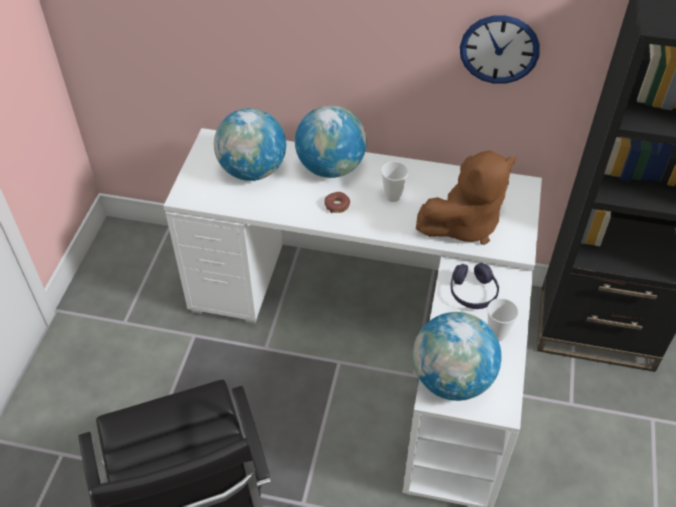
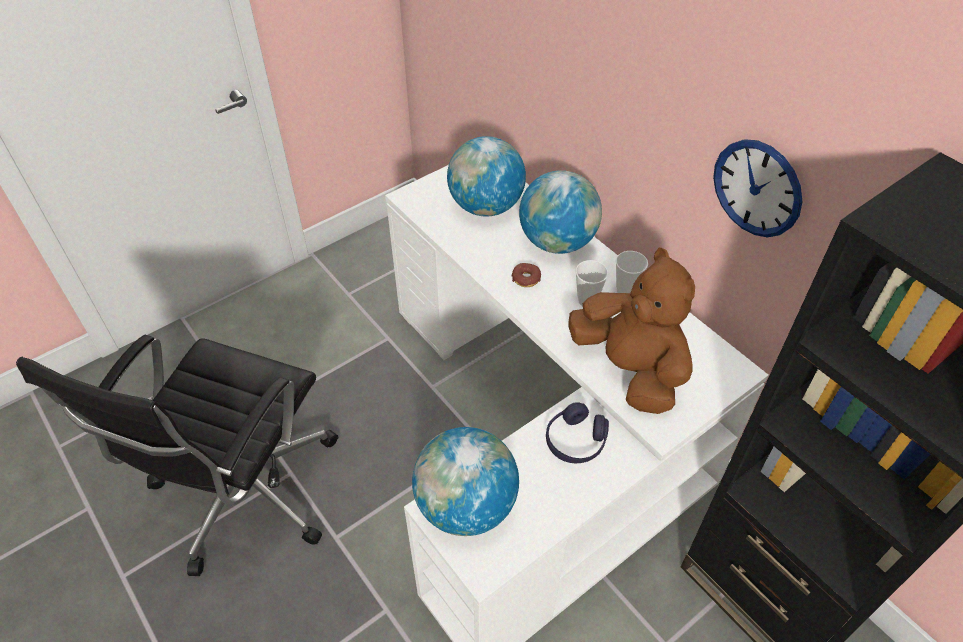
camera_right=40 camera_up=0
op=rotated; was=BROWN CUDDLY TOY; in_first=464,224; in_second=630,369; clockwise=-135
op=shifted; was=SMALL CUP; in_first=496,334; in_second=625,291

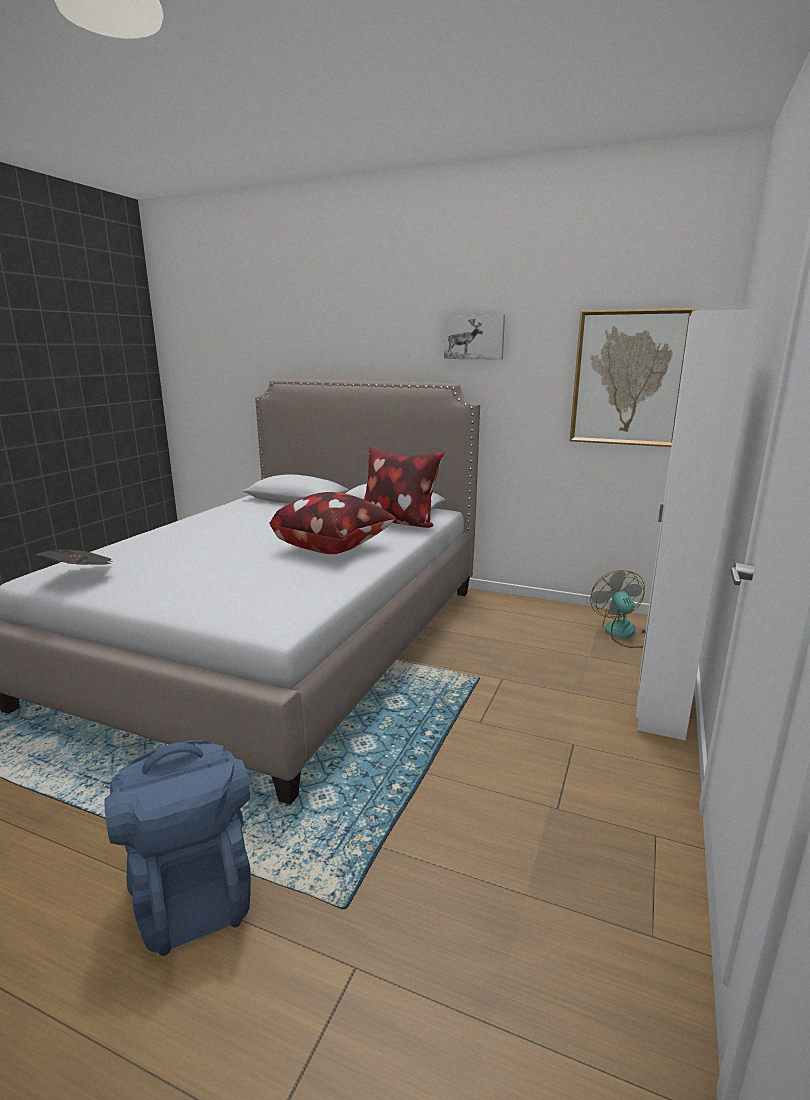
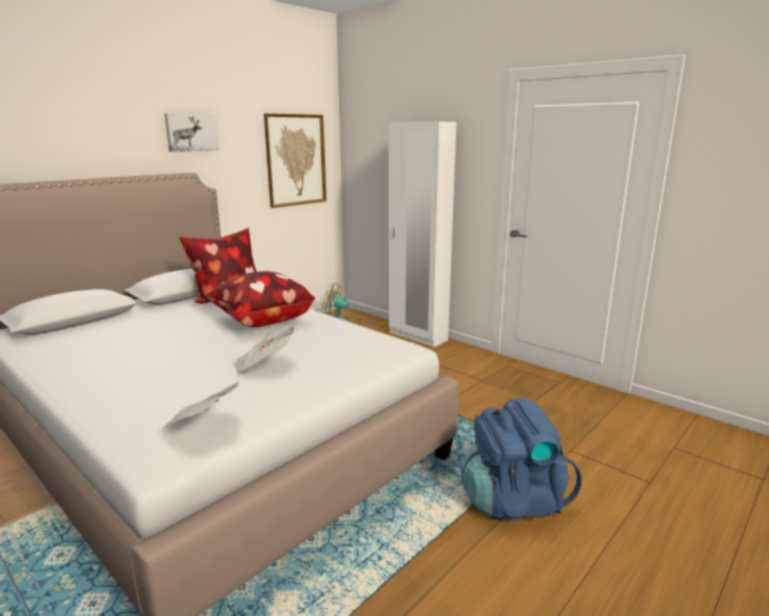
camera_right=-70 camera_up=0
op=new; now=DAILY PAPER; in_second=264,364

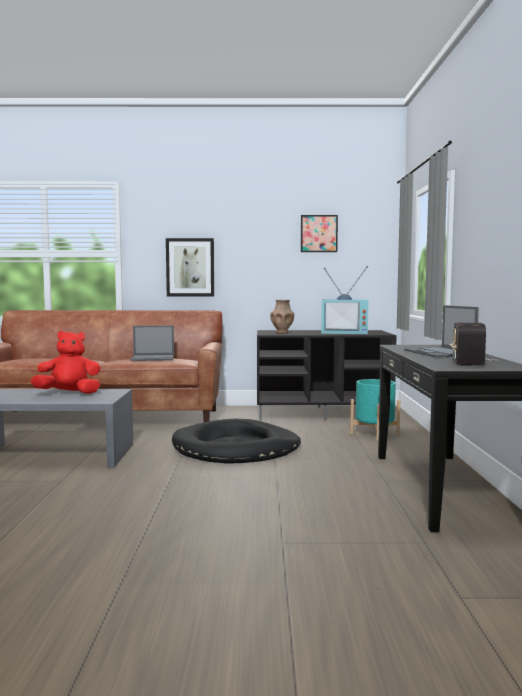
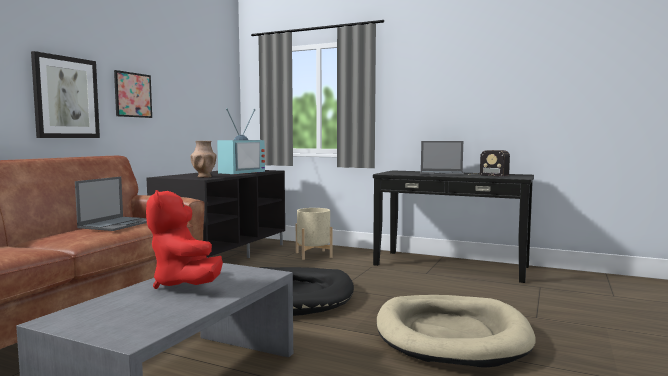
camera_right=-65 camera_up=0
op=rotated; was=REDDISH CUDDLY TOY; in_first=69,393; in_second=185,284; clockwise=-45
op=shifted; was=WALL PICTURE; in_first=319,233; in_second=133,95
op=repainted; was=TURQUOISE FLOWER POT; now=SAND-COLOURED FLOWER POT; in_first=374,434; in_second=313,255
op=new; now=SAND-COLOURED DOG CUSHION; in_second=451,334

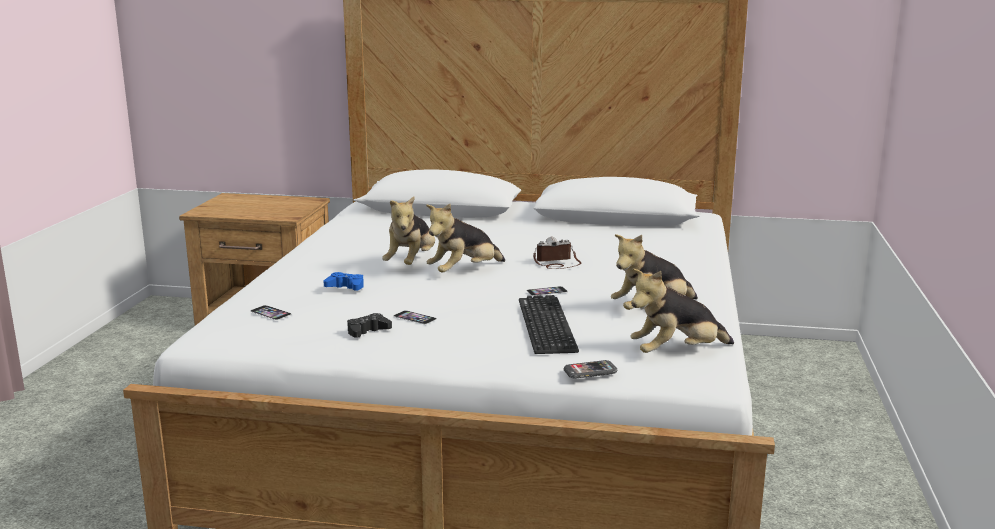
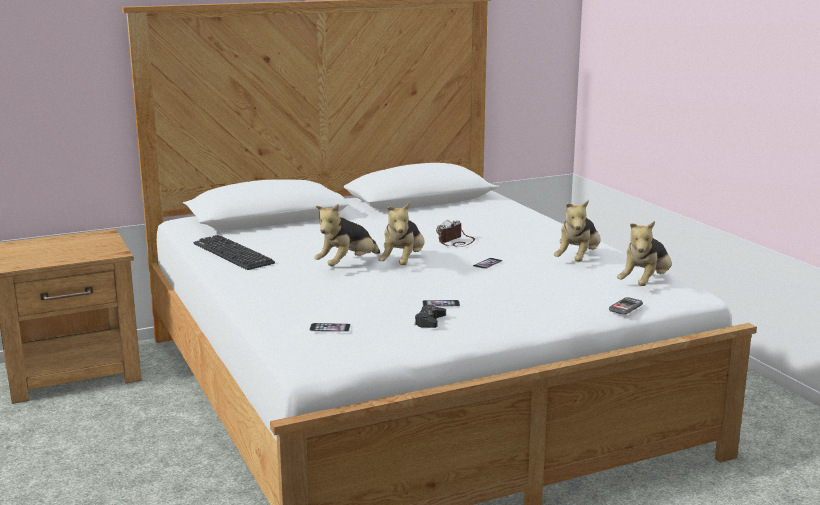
camera_right=-35 camera_up=0
op=gone; was=BLUISH GAMEPAD; in_first=346,287
op=rotated; was=CUDDLY TOY; in_first=411,263; in_second=347,265; clockwise=60
op=shifted; was=PC KEYBOARD; in_first=546,325; in_second=233,254

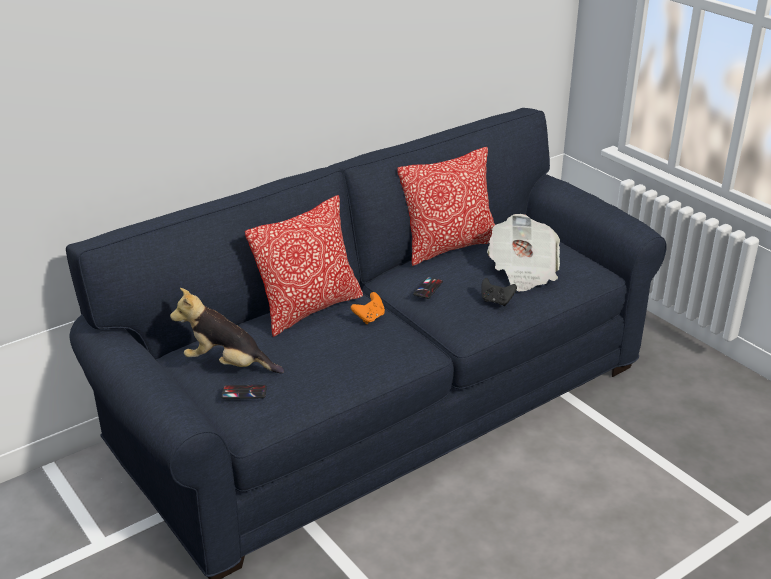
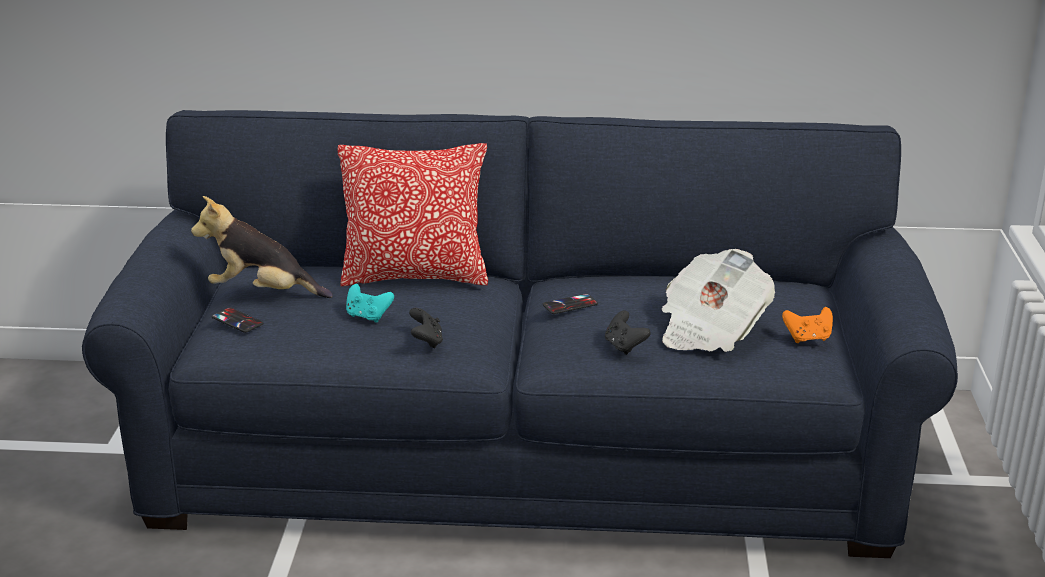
camera_right=40 camera_up=-5
op=rotated; was=CUDDLY TOY; in_first=228,365; in_second=263,293; clockwise=-45
op=shifted; was=ORANGE-COLOURED GAMEPAD; in_first=369,318; in_second=808,338
op=gone; was=PILLOW; in_first=449,247
op=new; now=TURQUOISE GAMEPAD; in_second=368,316
op=new; now=BLACK GAMEPAD; in_second=426,341

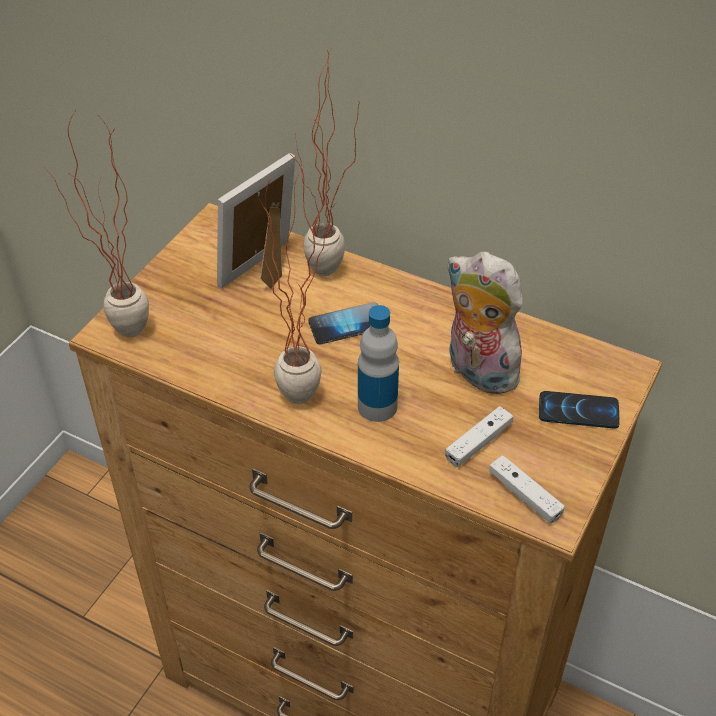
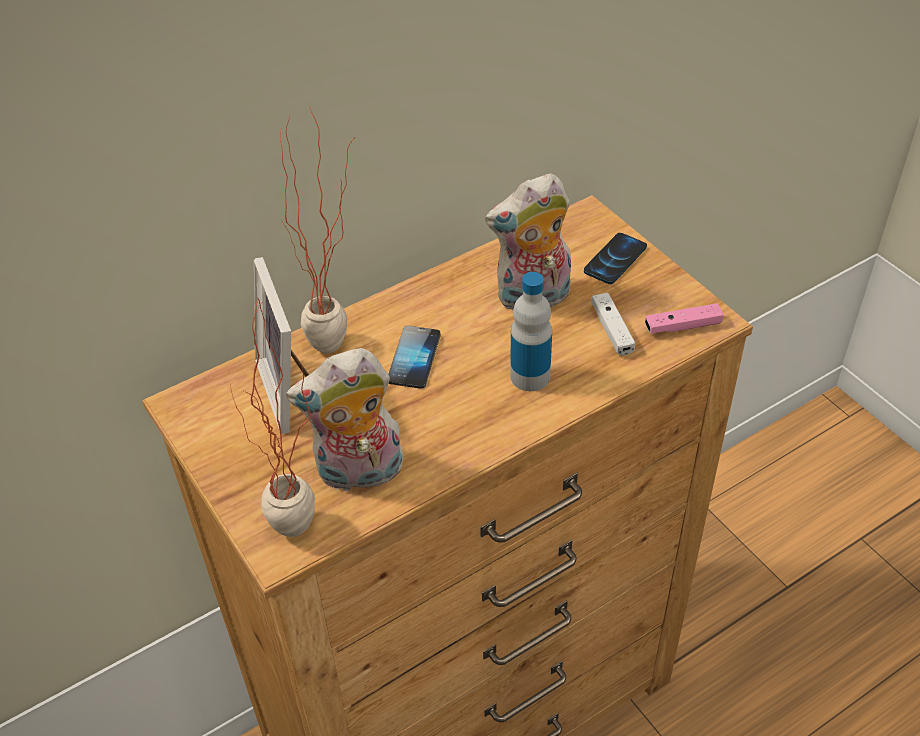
camera_right=-60 camera_up=0
op=gone; was=POTTED PLANT; in_first=308,387
op=repainted; was=WHITE GAMEPAD; now=PINKISH GAMEPAD; in_first=524,495; in_second=682,326
op=new; now=CUDDLY TOY; in_second=359,474

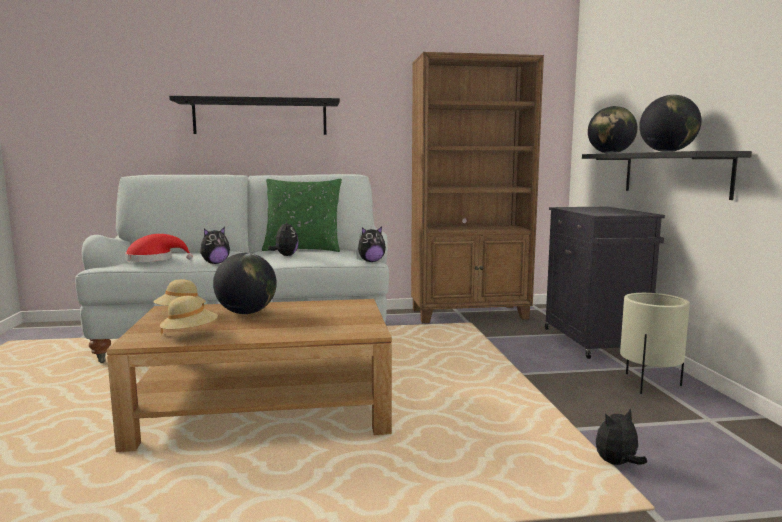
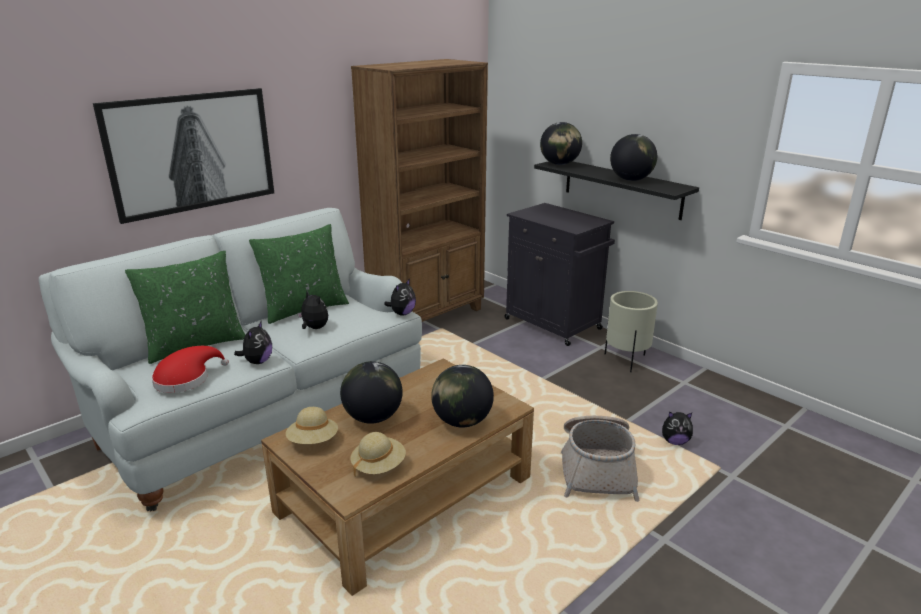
camera_right=-35 camera_up=15
op=swapped; was=BLACK SHELF; now=WALL PICTURE; in_first=260,117; in_second=192,152
op=rotated; was=CUDDLY TOY; in_first=617,464; in_second=675,441; clockwise=-120
op=new; now=GREENISH PILLOW; in_second=195,345
op=new; now=DESK GLOBE; in_second=462,421
op=new; now=HOUSEHOLD BASKET; in_second=597,468

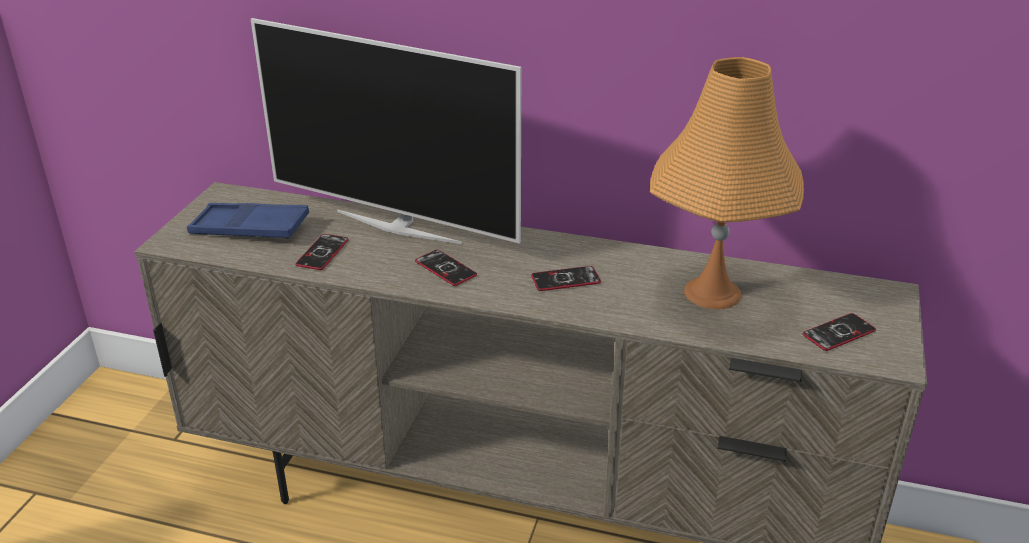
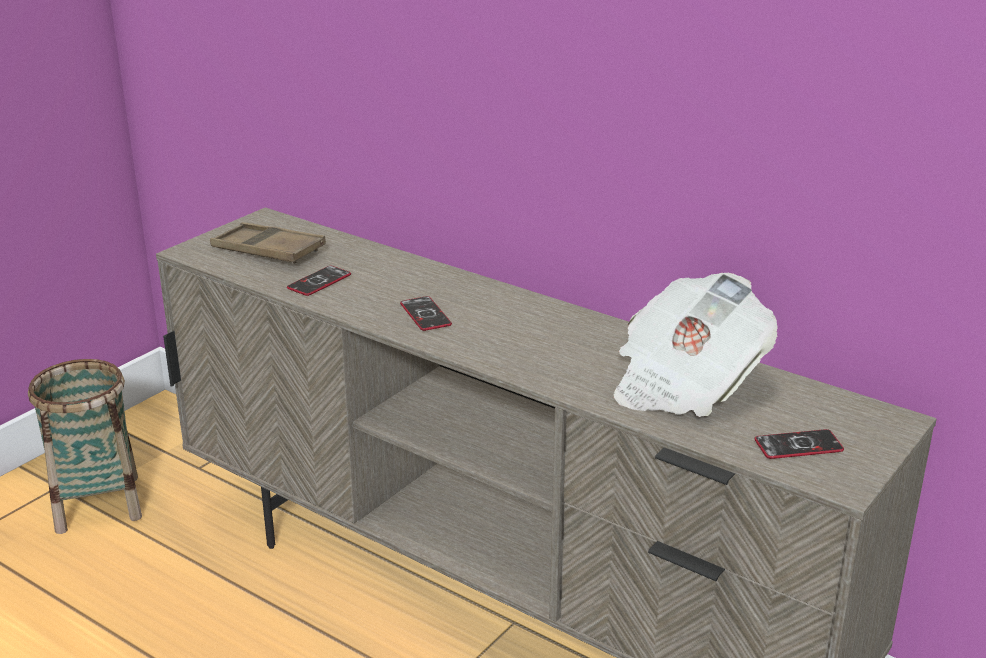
camera_right=20 camera_up=-5
op=repainted; was=BLUISH SERVING TRAY; now=BROWN SERVING TRAY; in_first=250,228; in_second=268,251
op=gone; was=TV; in_first=399,226
op=gone; was=PHONE; in_first=565,280
op=swapped; was=ORANGE-COLOURED LAMP FOR A TABLE; now=DAILY PAPER; in_first=712,293; in_second=685,383
op=new; now=HOUSEHOLD BASKET; in_second=98,504

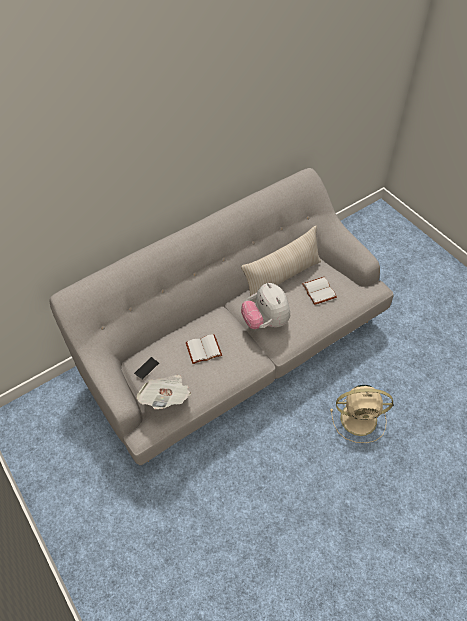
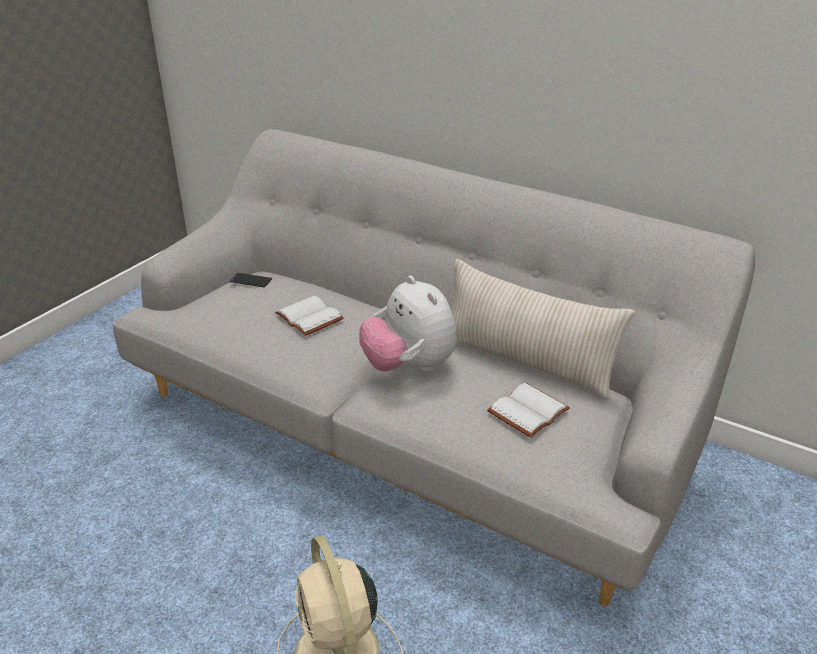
camera_right=65 camera_up=-20
op=gone; was=DAILY PAPER; in_first=166,397
op=rotated; was=CUDDLY TOY; in_first=266,321; in_second=408,366; clockwise=-75

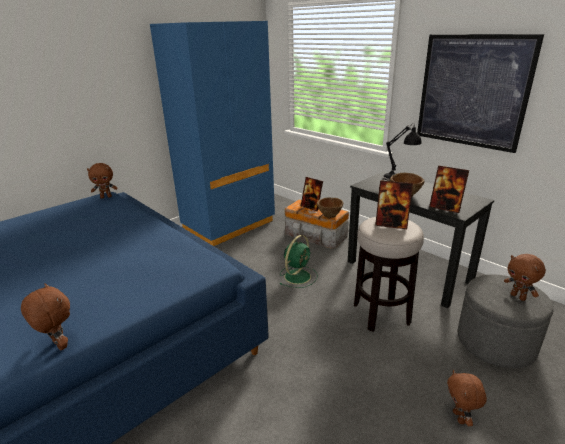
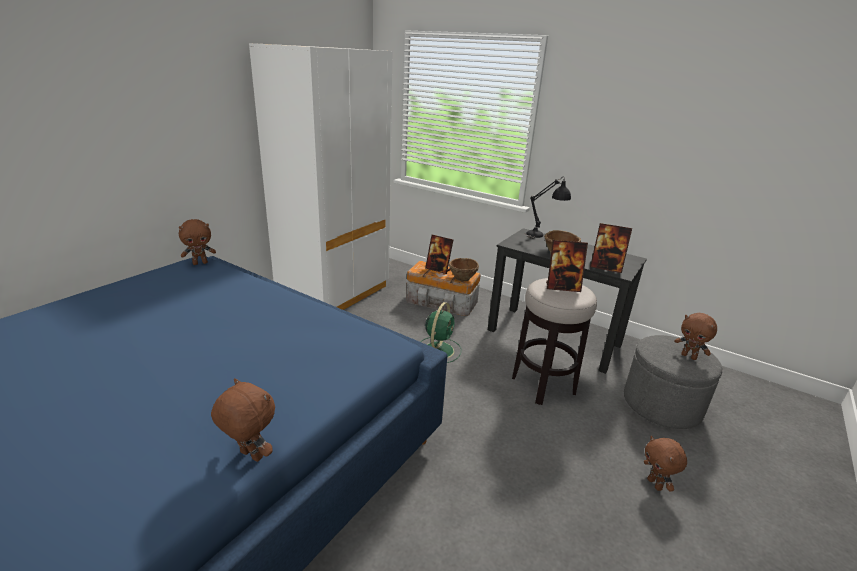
camera_right=-15 camera_up=0
op=repainted; was=BLUISH ARMOIRE; now=WHITE ARMOIRE; in_first=228,225; in_second=334,293
op=gone; was=WALL PICTURE; in_first=472,91

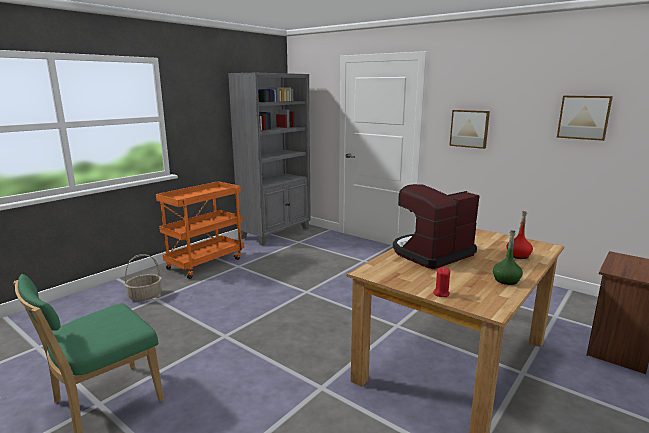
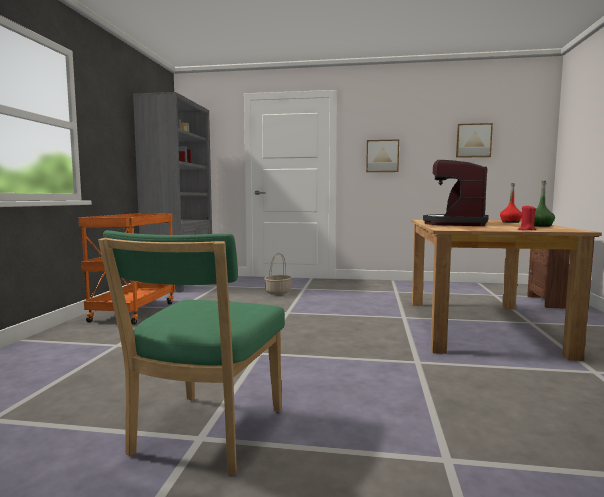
camera_right=-30 camera_up=-10
op=shifted; was=HOUSEHOLD BASKET; in_first=145,295; in_second=278,292

